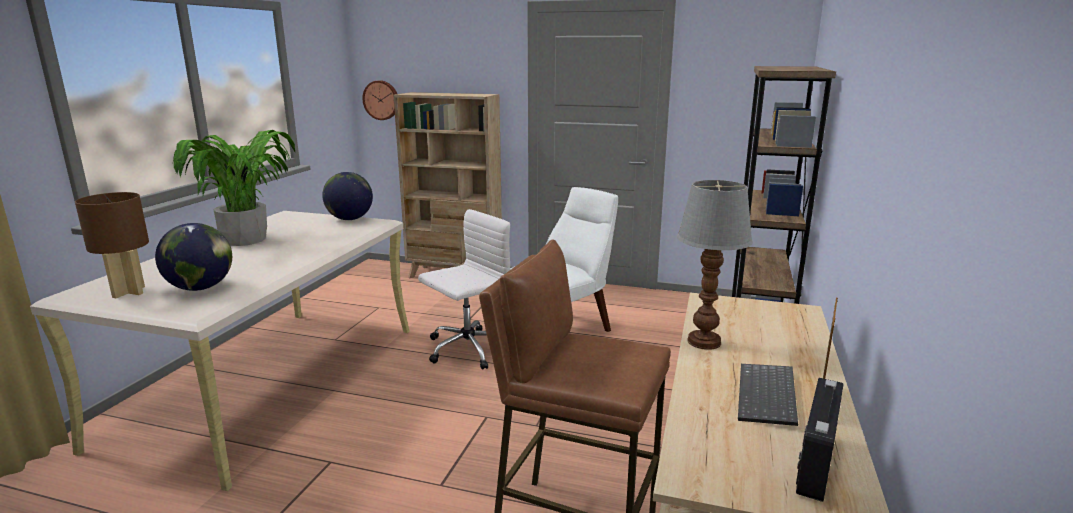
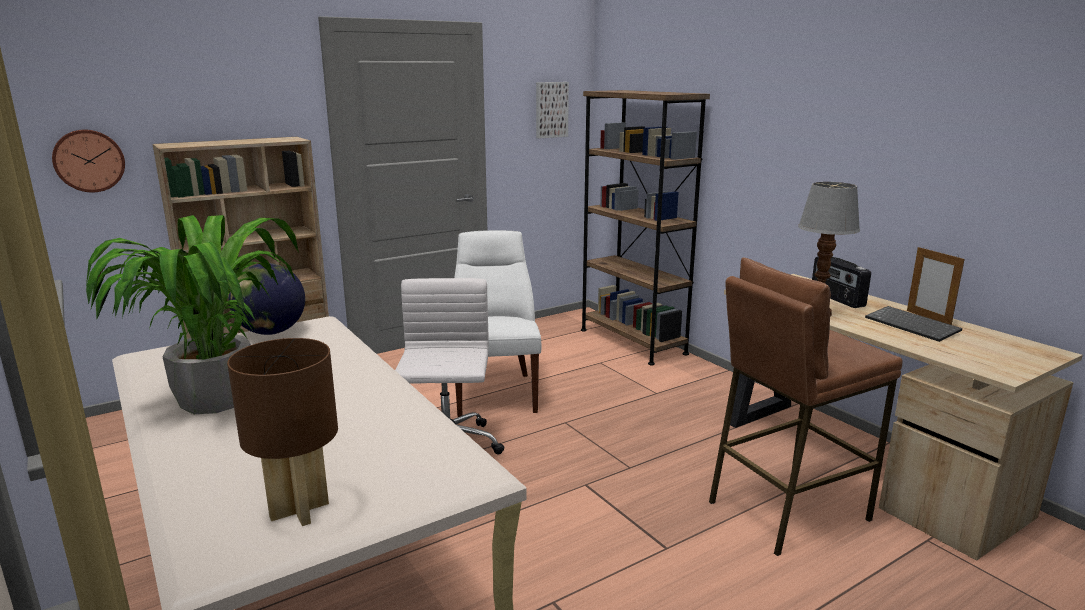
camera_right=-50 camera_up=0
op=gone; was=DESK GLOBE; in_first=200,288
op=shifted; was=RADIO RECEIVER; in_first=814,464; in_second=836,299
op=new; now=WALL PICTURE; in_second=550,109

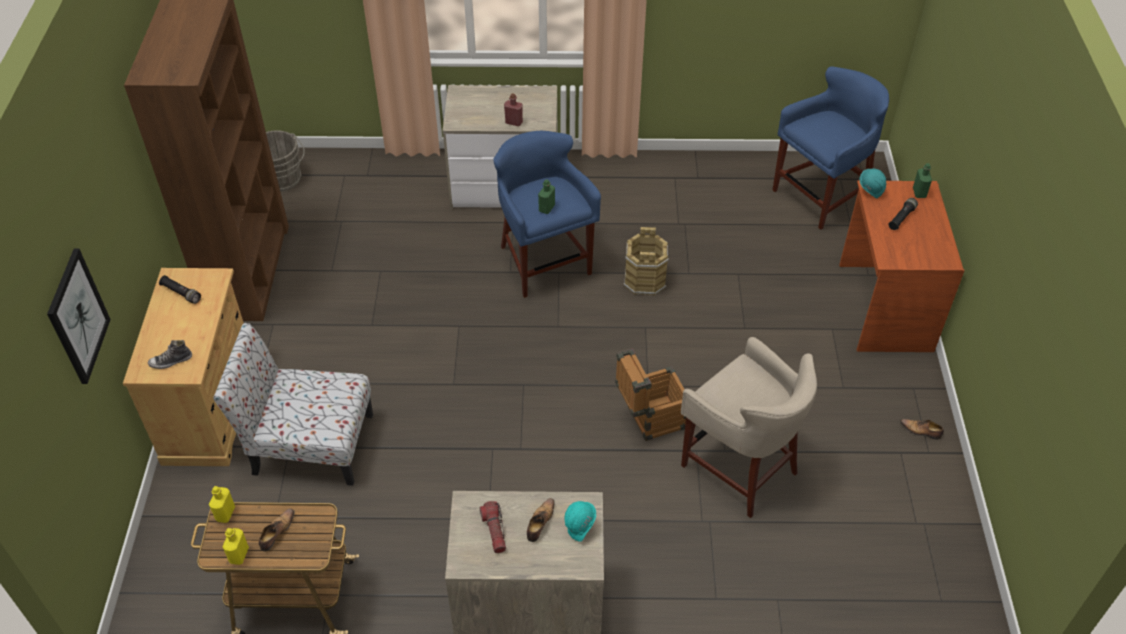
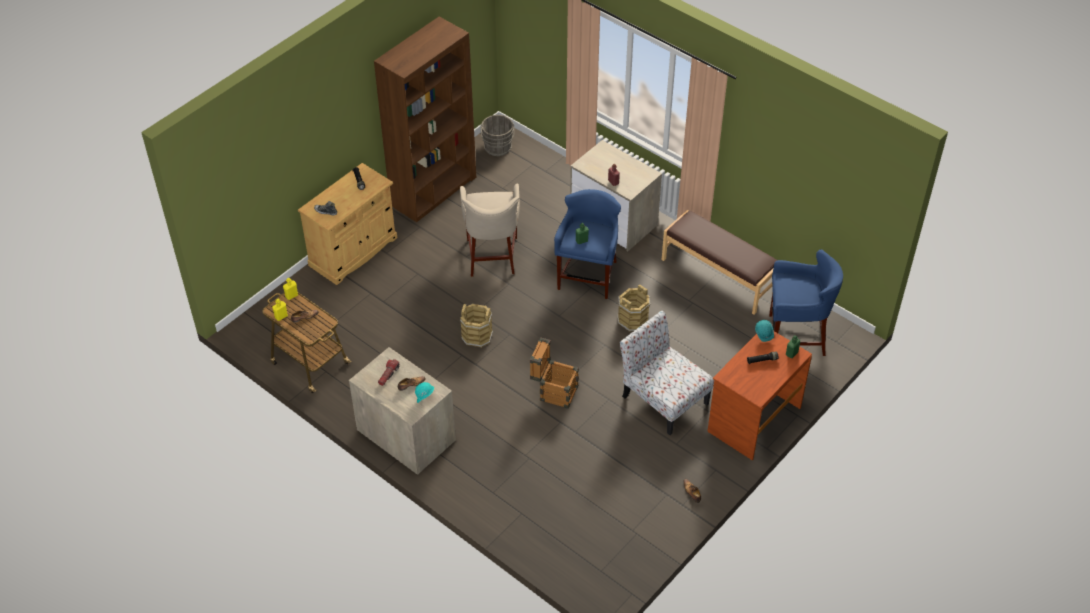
camera_right=40 camera_up=0
op=gone; was=WALL PICTURE; in_first=77,316
op=shifted; was=PLAIN CHAIR; in_first=309,444; in_second=663,399
op=shifted; was=SAND-COLOURED STOOL; in_first=739,466; in_second=492,255
op=new; now=BROWN WATER BUCKET; in_second=477,335
op=new; now=BROWN LONG SEAT; in_second=718,275

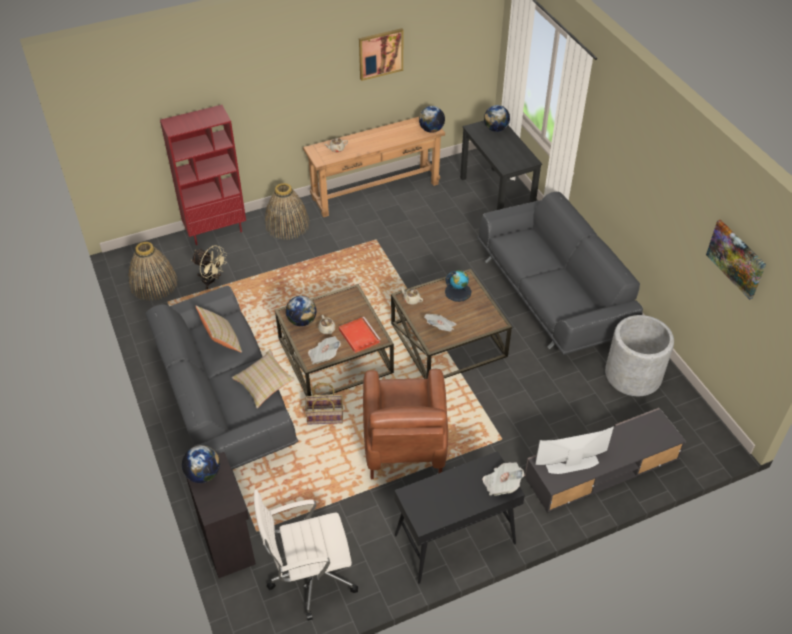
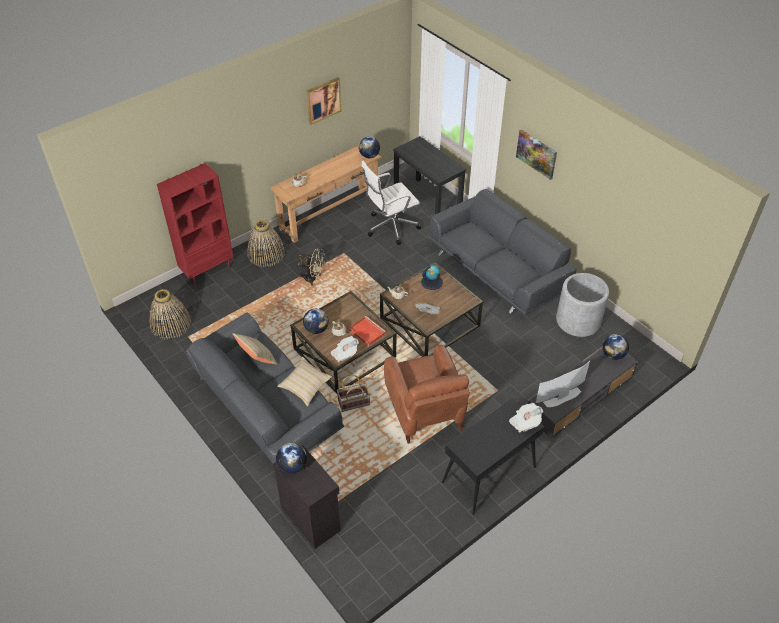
camera_right=-15 camera_up=0
op=shifted; was=SAND-COLOURED COOLING FAN; in_first=212,281; in_second=313,279
op=shifted; was=WHITE COMPUTER CHAIR; in_first=310,577; in_second=390,227
op=shifted; was=DESK GLOBE; in_first=496,129; in_second=613,355
op=shifted; was=WALL PICTURE; in_first=736,258; in_second=536,154

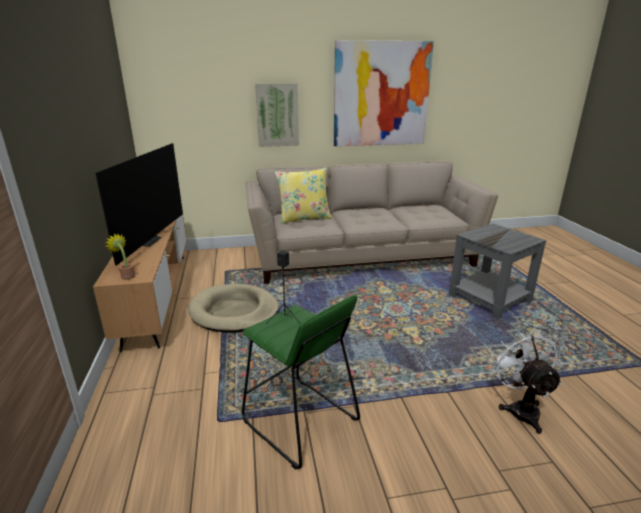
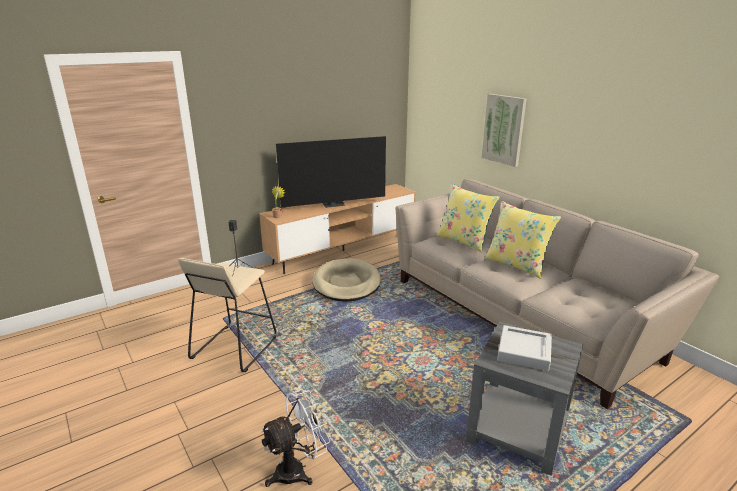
camera_right=65 camera_up=0
op=repainted; was=GREENISH STOOL; now=SAND-COLOURED STOOL; in_first=299,421; in_second=234,347
op=gone; was=WALL PICTURE; in_first=381,94
op=new; now=YELLOWISH PILLOW; in_second=516,264
op=new; now=GREY SERVING TRAY; in_second=524,352

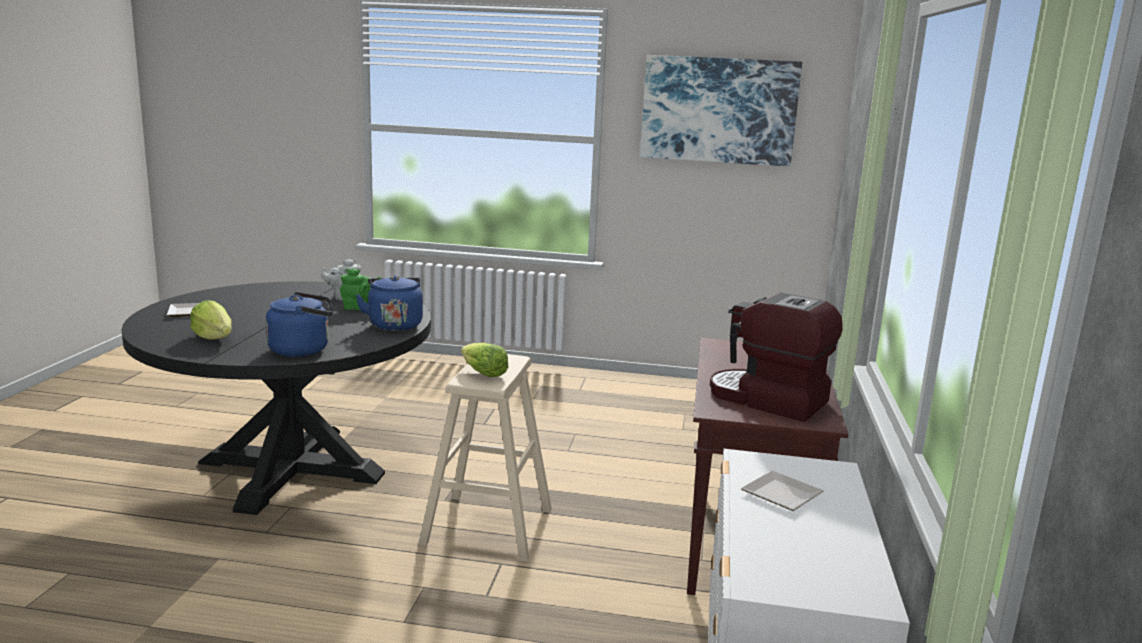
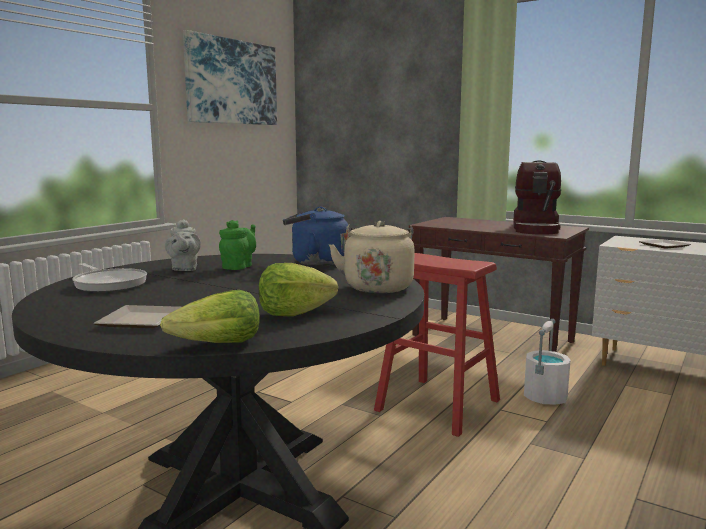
camera_right=-65 camera_up=-5
op=repainted; was=BLUISH KETTLE; now=SAND-COLOURED KETTLE; in_first=303,350; in_second=378,287
op=repainted; was=SAND-COLOURED STOOL; now=REDDISH STOOL; in_first=487,527; in_second=438,405
op=shifted; was=LETTUCE HEAD; in_first=482,373; in_second=218,345
op=rotated; was=COFFEE MAKER; in_first=767,399; in_second=536,229; clockwise=-45
op=new; now=FRYING PAN; in_second=109,284
op=new; now=WHITE WATER BUCKET; in_second=545,397

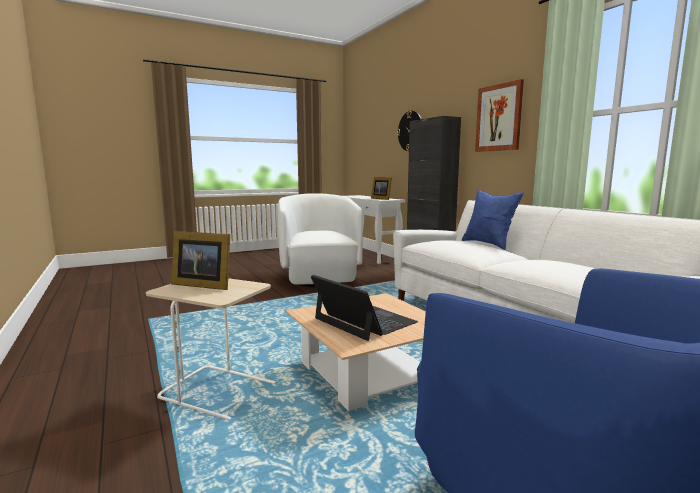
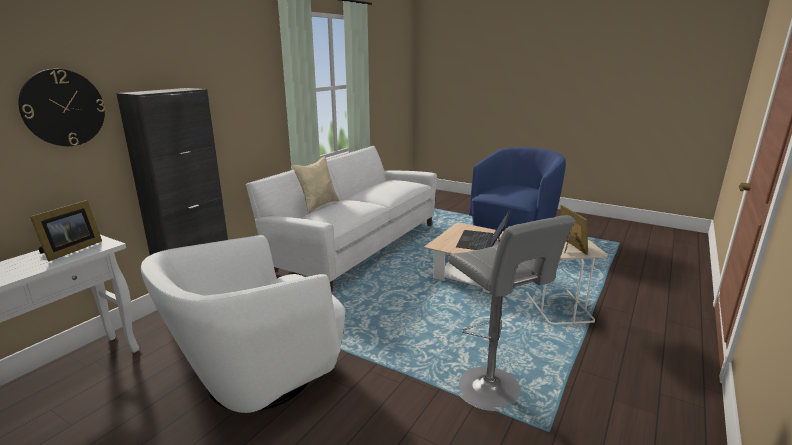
camera_right=-120 camera_up=10
op=repainted; was=BLUISH PILLOW; now=SAND-COLOURED PILLOW; in_first=489,244; in_second=318,206
op=gone; was=WALL PICTURE; in_first=499,118
op=new; now=GREY STOOL; in_second=493,390

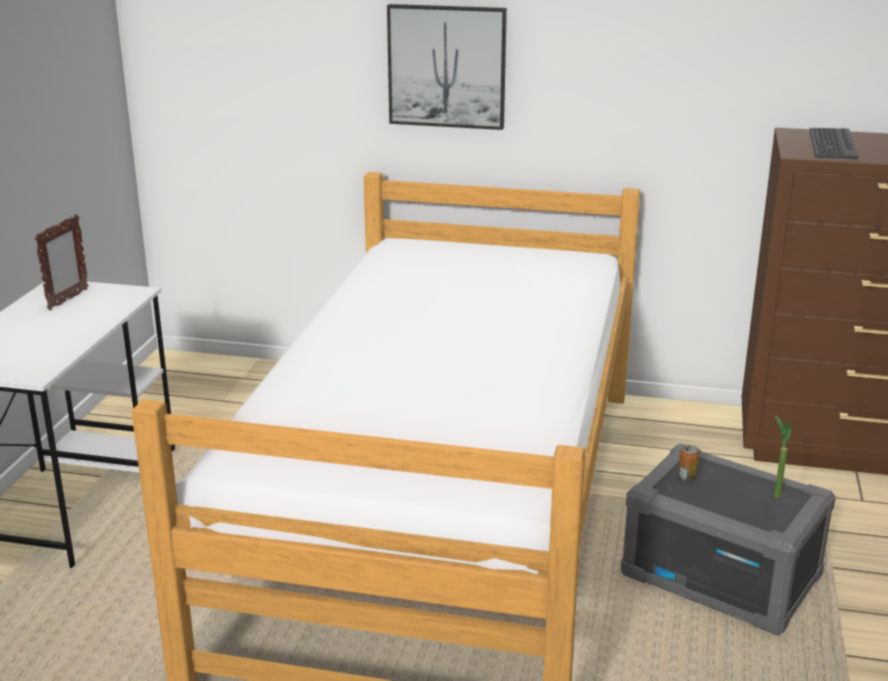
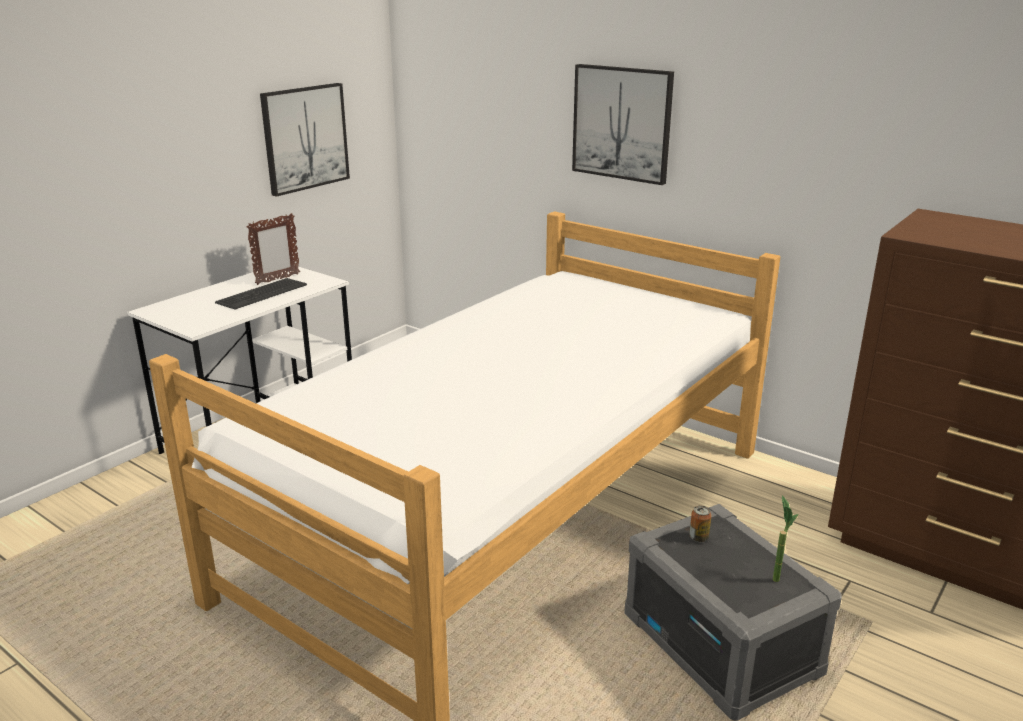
camera_right=25 camera_up=0
op=shifted; was=PC KEYBOARD; in_first=831,144; in_second=261,294
op=new; now=WALL PICTURE; in_second=305,138

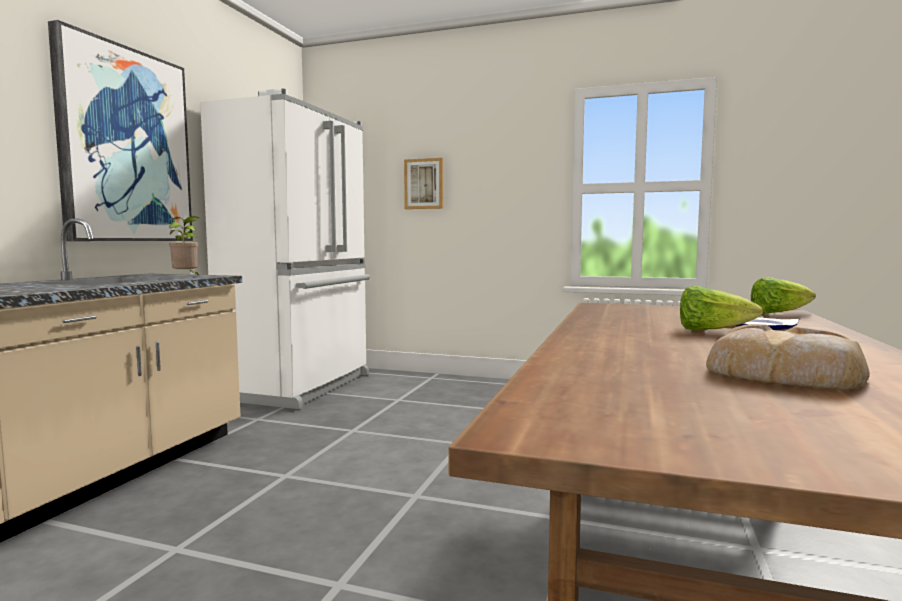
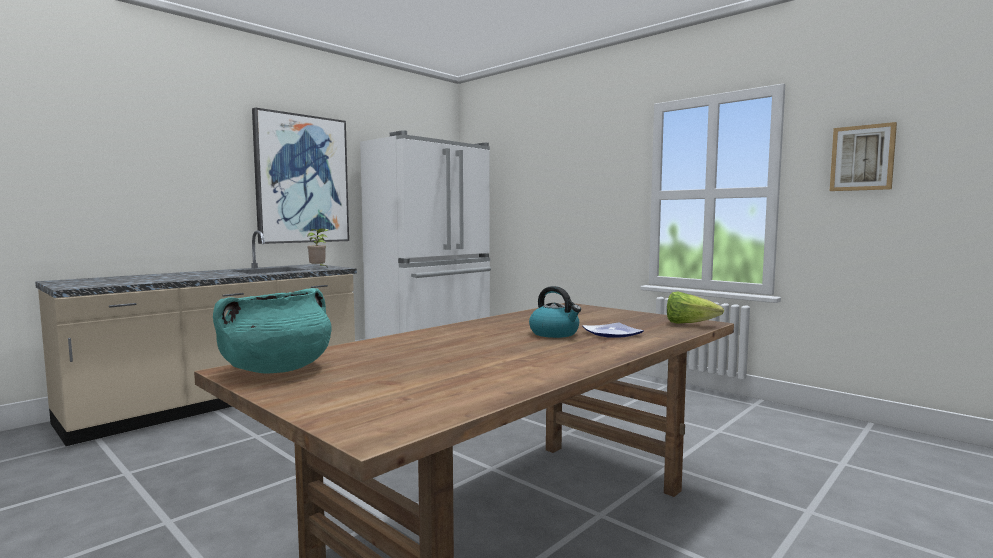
camera_right=25 camera_up=0
op=shifted; was=WALL PICTURE; in_first=424,184; in_second=862,158
op=swapped; was=LETTUCE HEAD; now=KETTLE; in_first=711,331; in_second=555,333
op=gone; was=BREAD; in_first=785,373
op=new; now=TURQUOISE SAUCEPOT; in_second=277,370

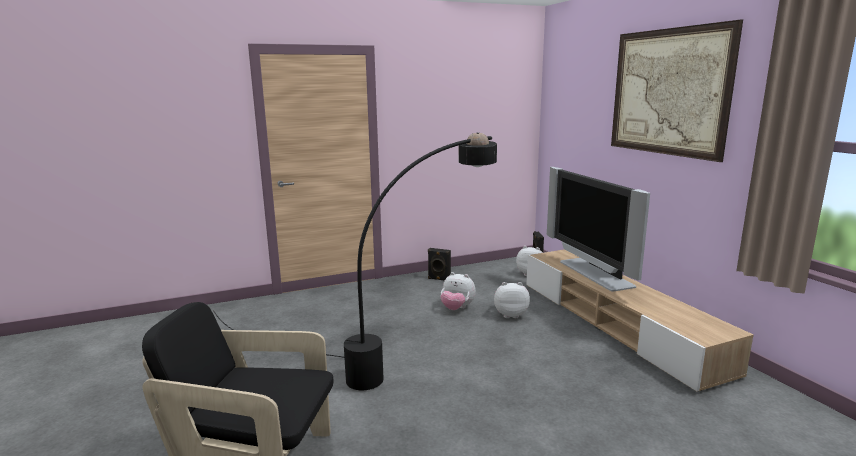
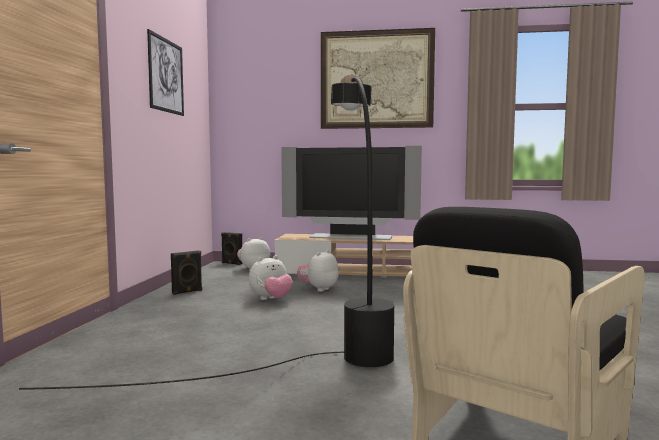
camera_right=-60 camera_up=-10
op=new; now=WALL PICTURE; in_second=166,75

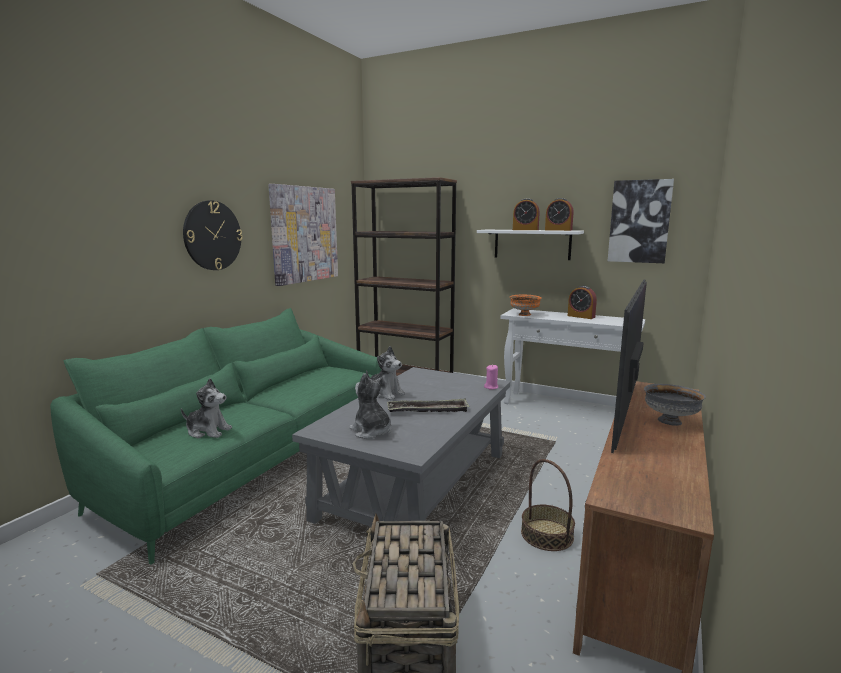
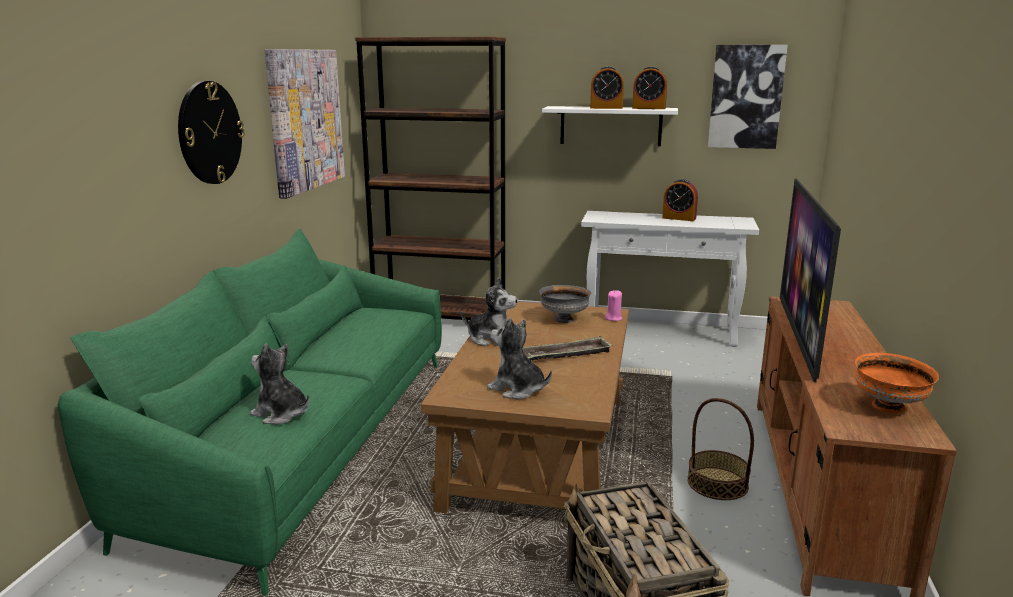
camera_right=-15 camera_up=5
op=rotated; was=CUDDLY TOY; in_first=208,431; in_second=281,414; clockwise=-150
op=repainted; was=GREY LOW TABLE; now=BROWN LOW TABLE; in_first=416,484; in_second=538,448
op=shifted; was=ORANGE-COLOURED DEEP DISH; in_first=524,315; in_second=889,407
op=shifted; was=GREY DEEP DISH; in_first=669,421; in_second=563,319

